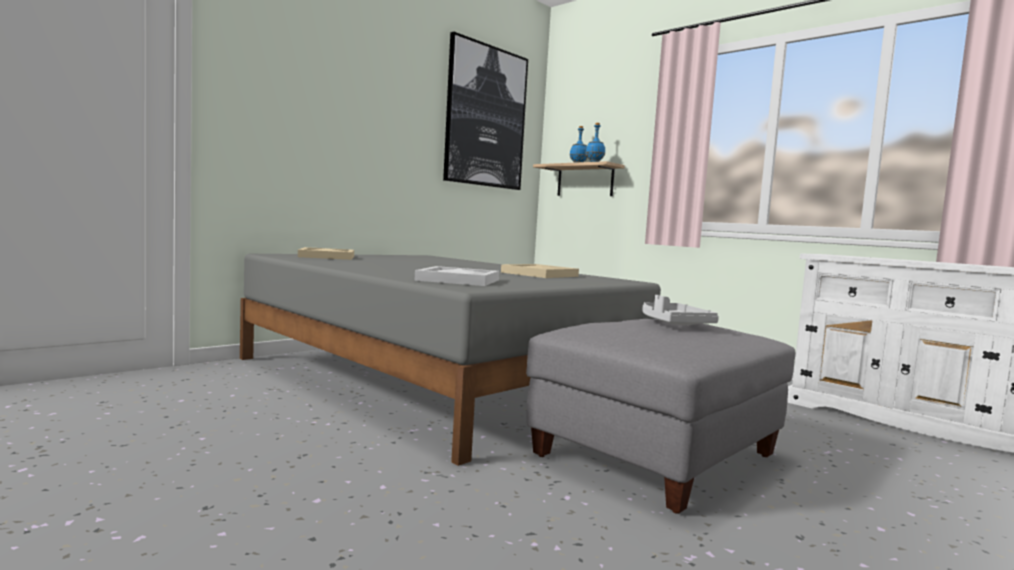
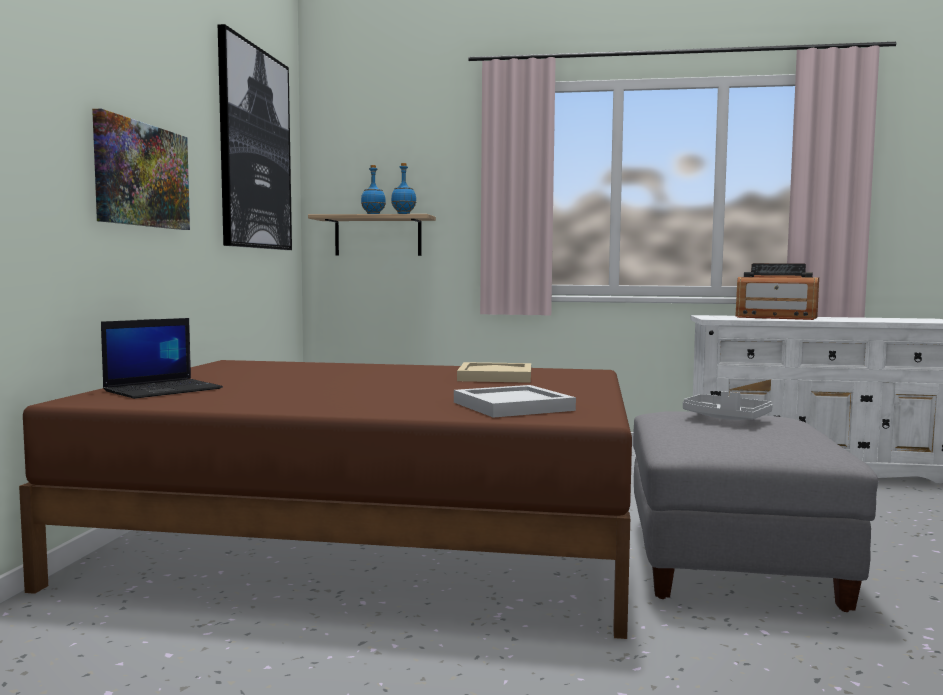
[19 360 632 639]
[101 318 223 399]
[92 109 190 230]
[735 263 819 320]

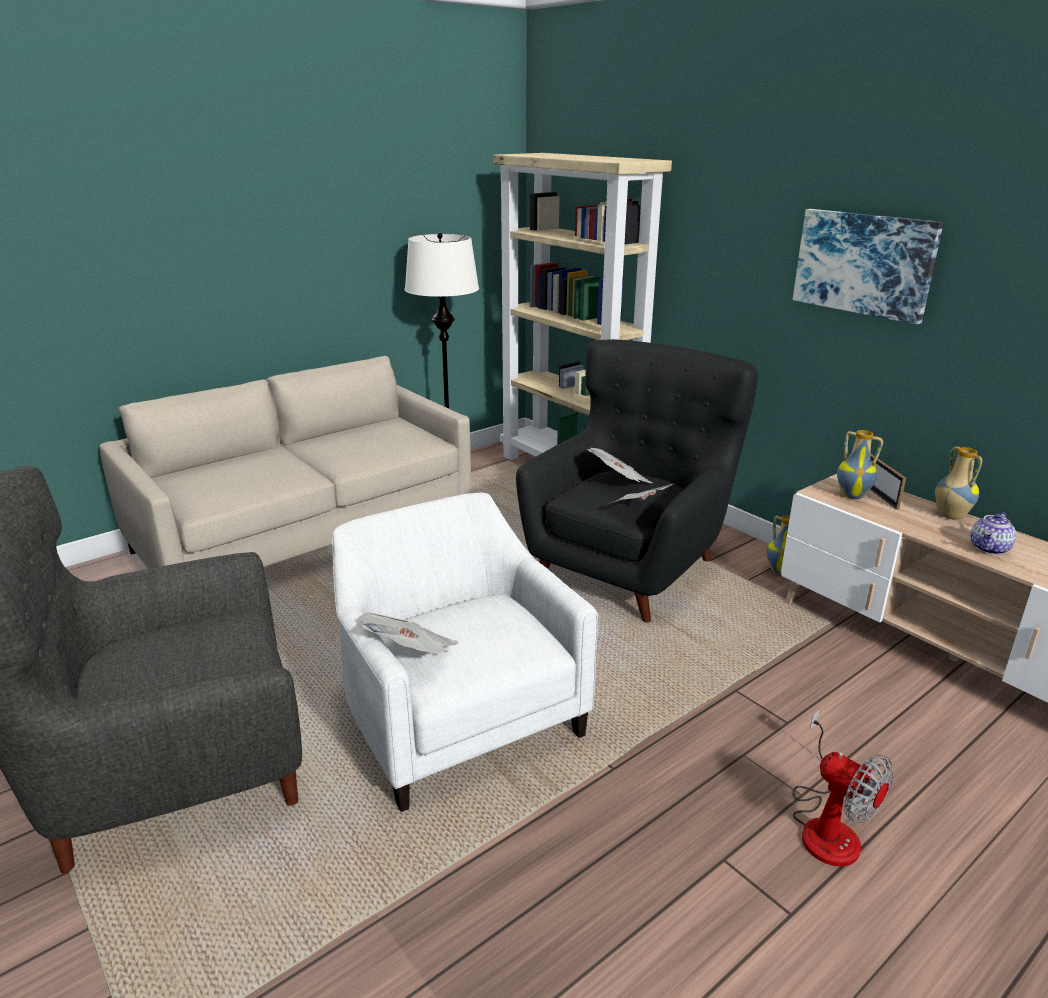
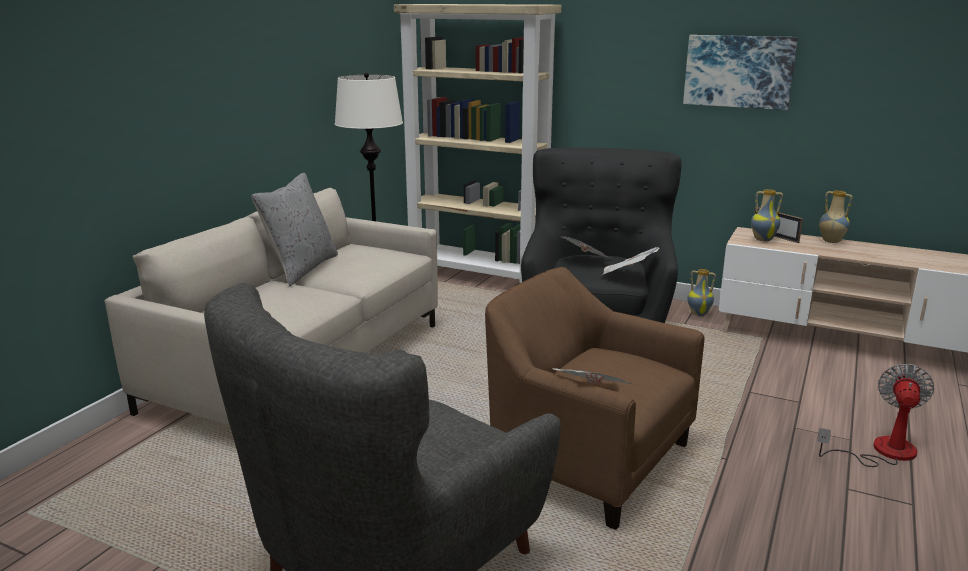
[485 267 705 530]
[817 364 935 467]
[970 512 1017 555] (first image)
[251 173 338 286]

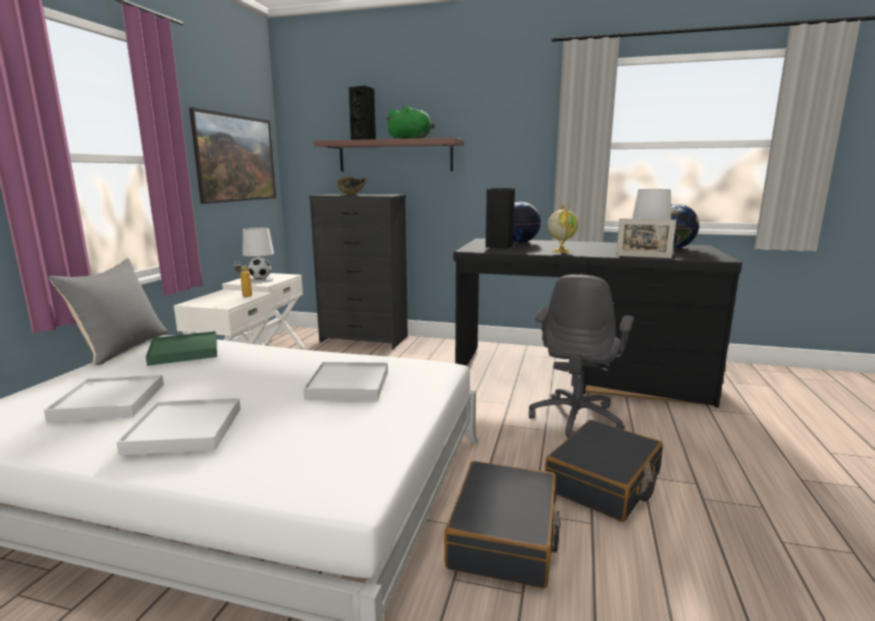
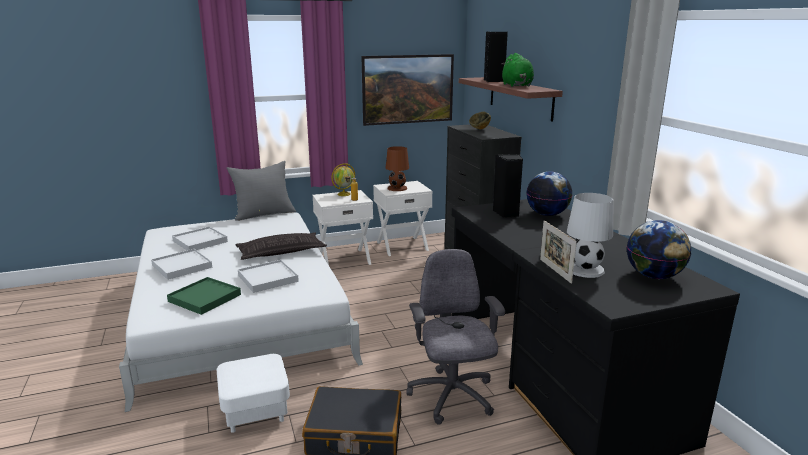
[167 277 241 315]
[386 146 409 191]
[217 354 290 433]
[406 249 505 425]
[331 163 355 196]
[235 232 327 260]

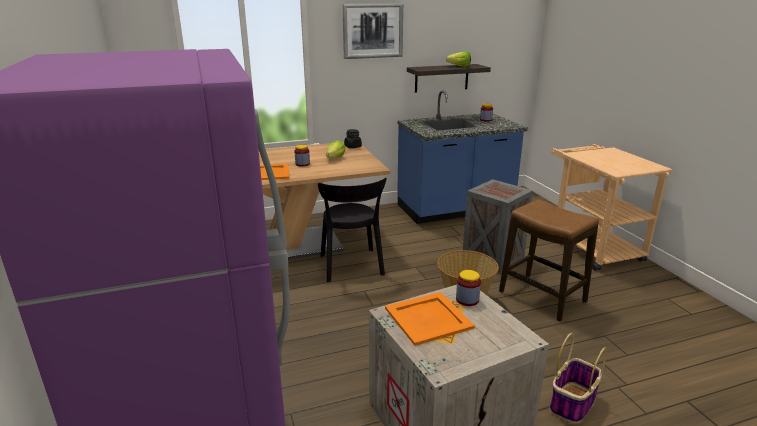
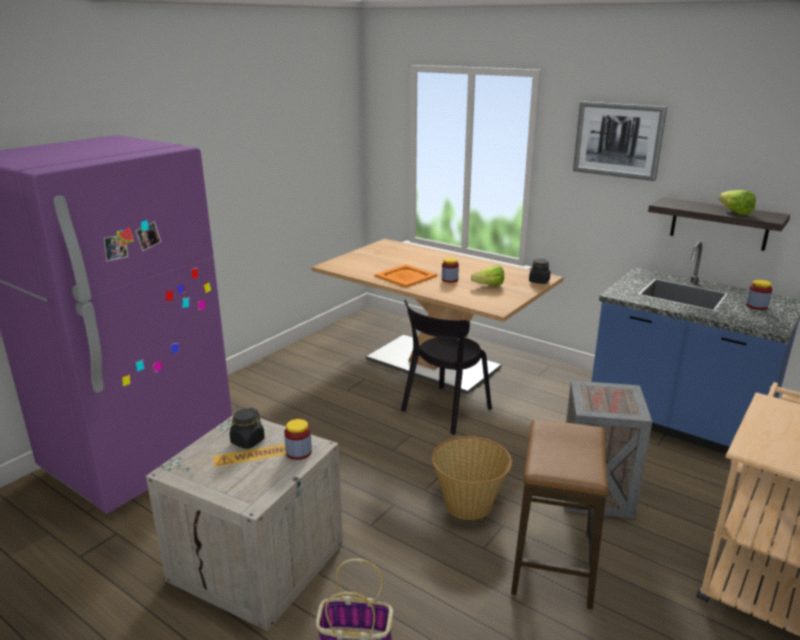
[230 408 265 449]

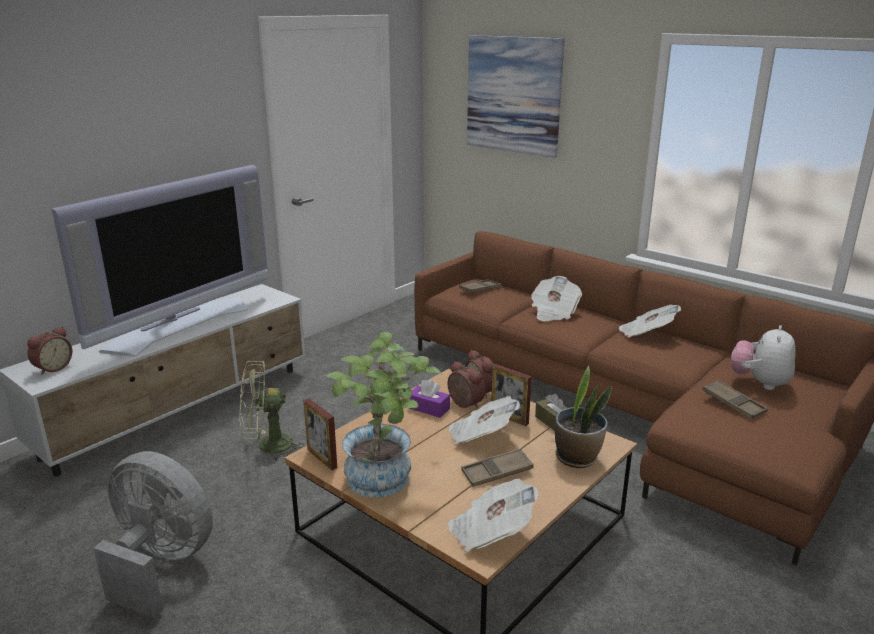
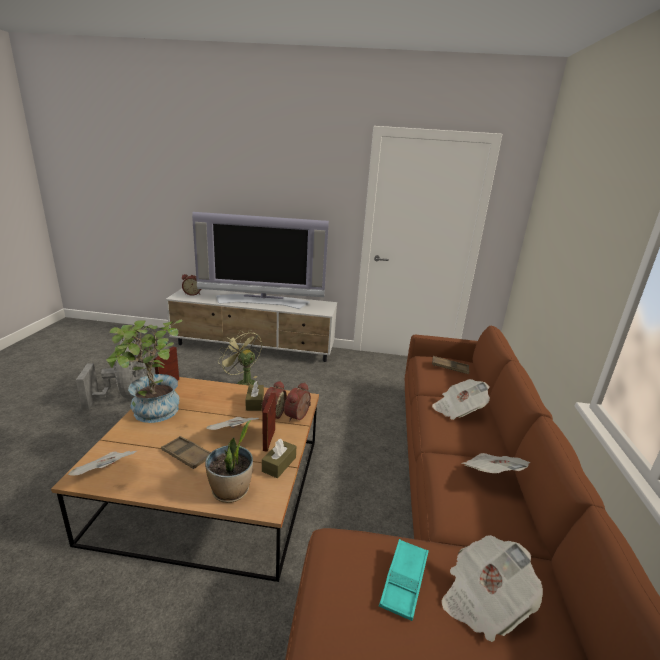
[246 381 264 411]
[467 35 565 158] (first image)
[379 539 429 621]
[441 535 543 642]

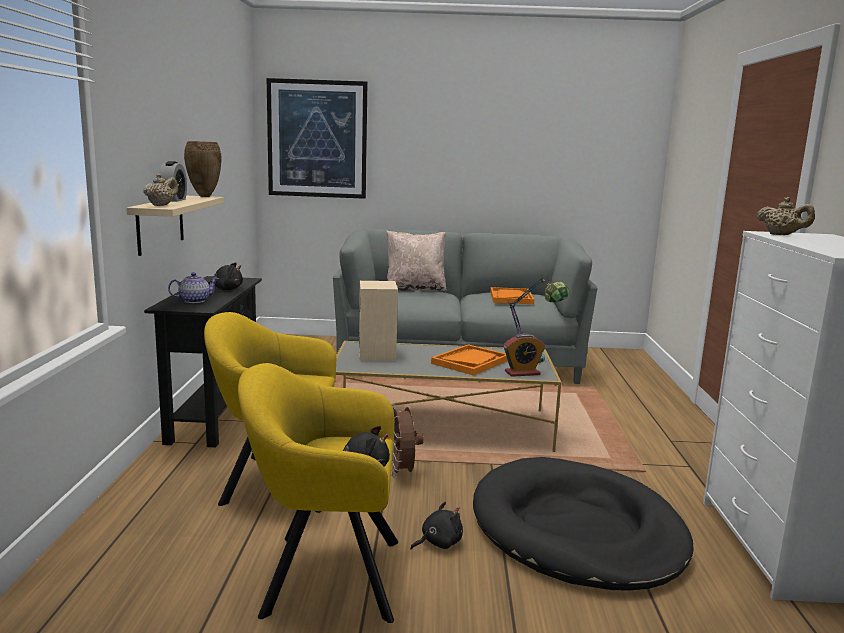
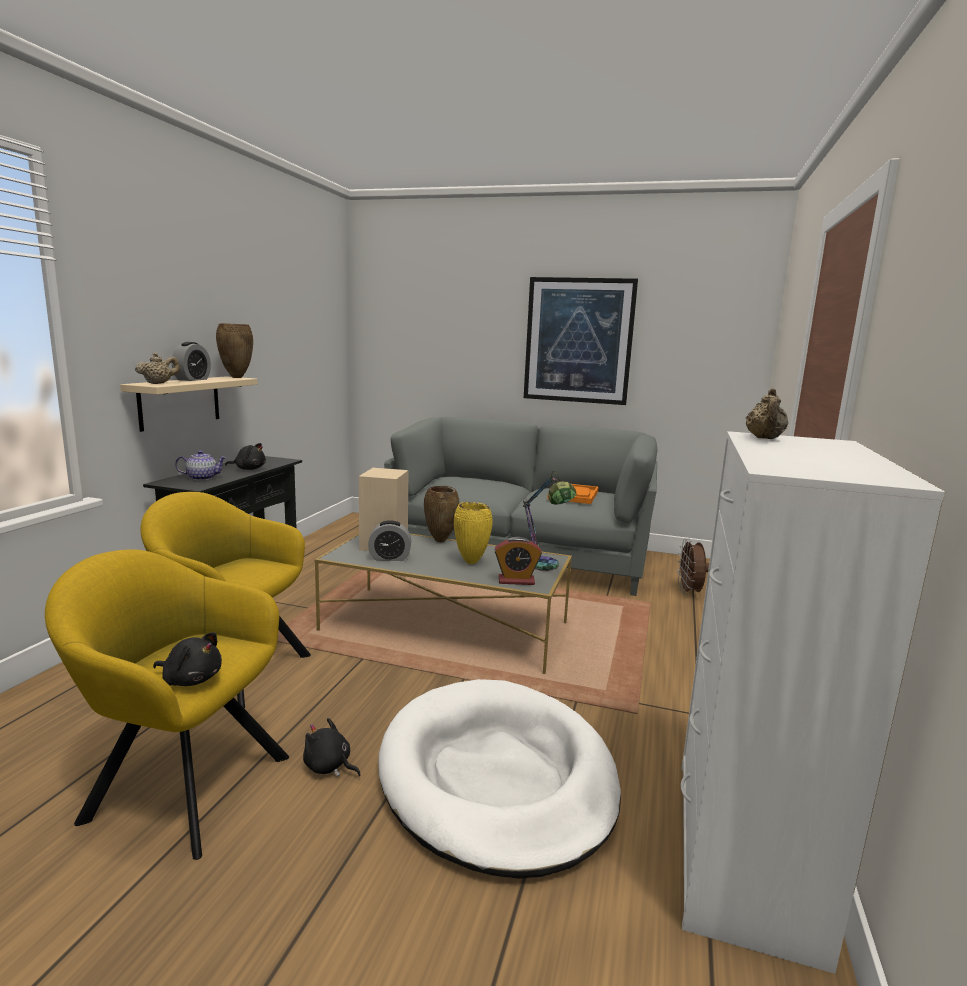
[524 277 638 405]
[386 231 447 292] (first image)
[677 538 709 595]
[303 718 361 777]
[454 502 493 564]
[378 679 621 879]
[746 388 788 439]
[368 520 411 561]
[424 486 459 542]

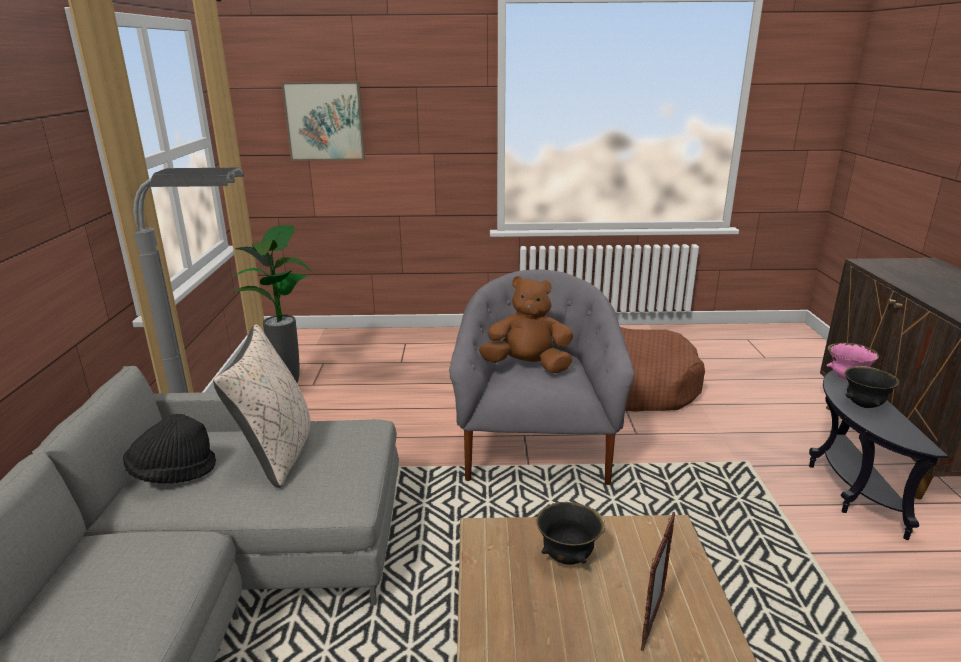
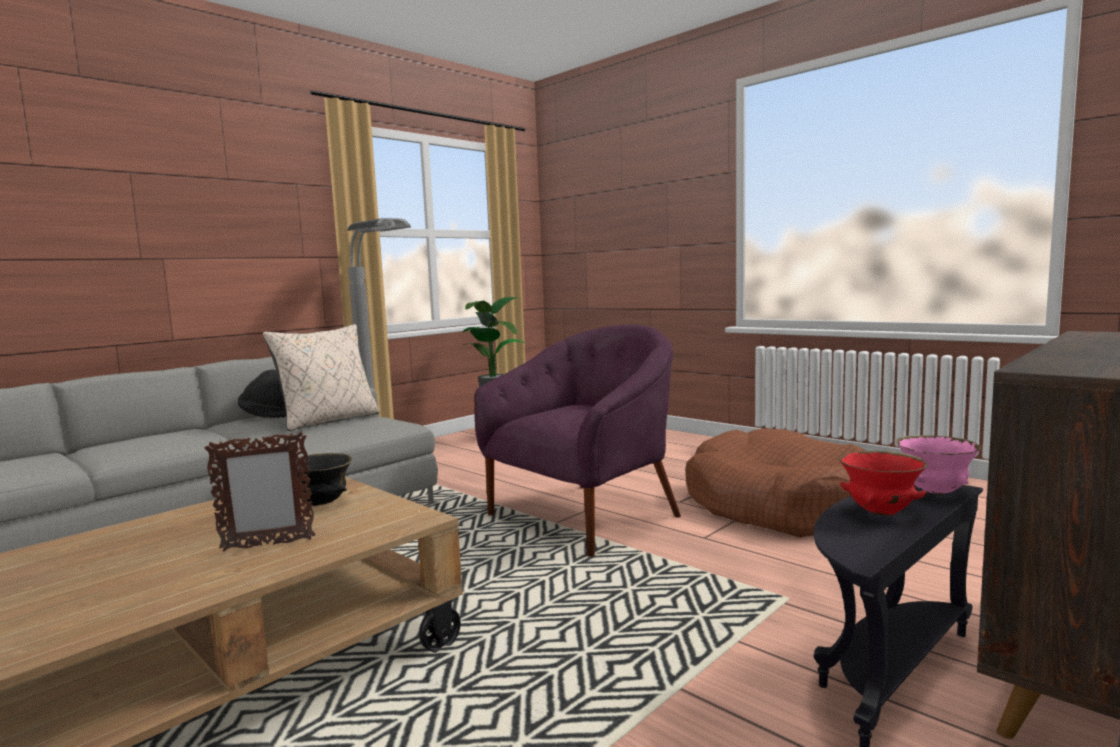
[281 81 365 161] (first image)
[474 324 681 557]
[479 276 573 373] (first image)
[839 451 927 516]

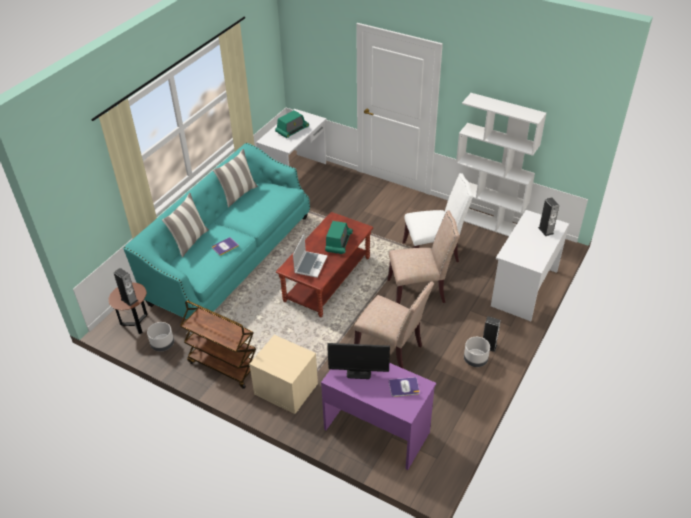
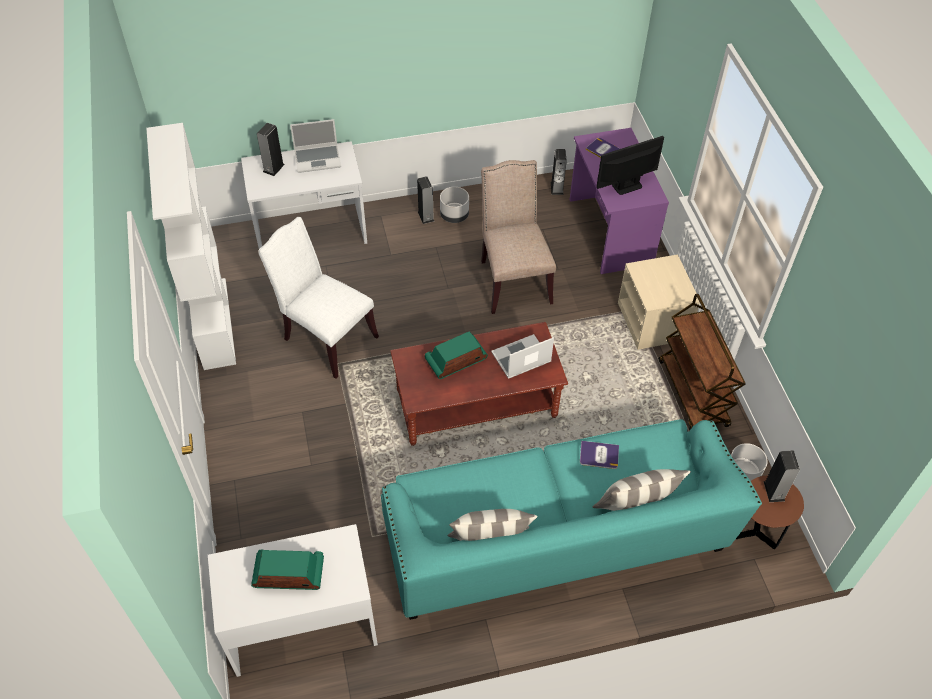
[596 136 664 195]
[387 210 460 304] (first image)
[290 119 341 173]
[551 149 567 195]

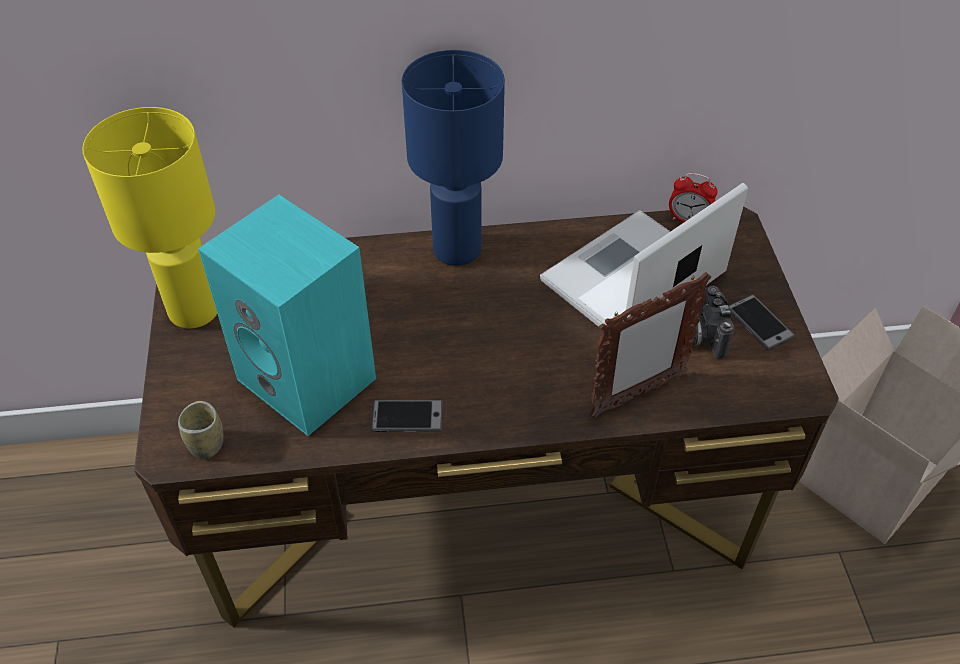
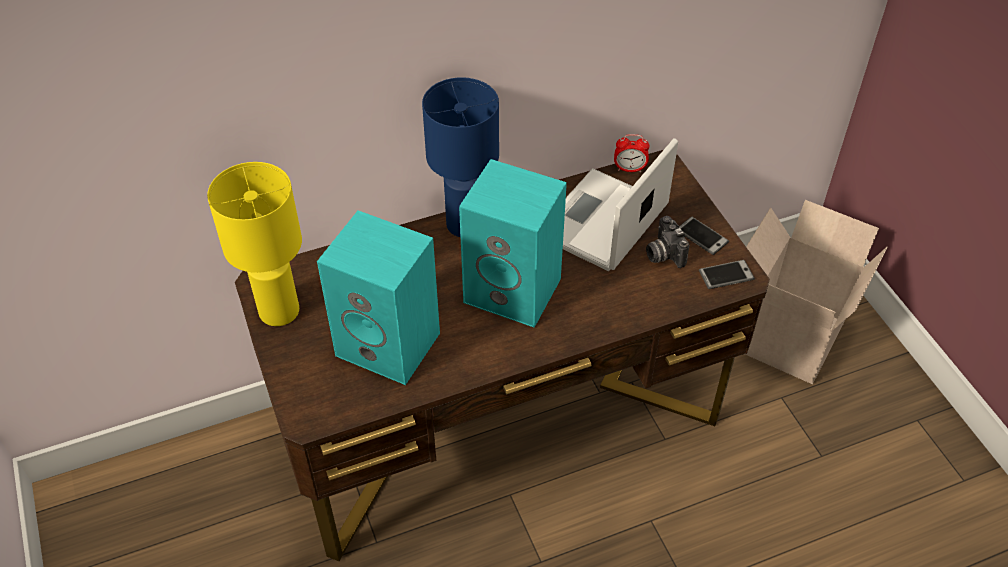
[178 401 224 459] (first image)
[699 260 755 289]
[589 272 711 418] (first image)
[459 159 567 328]

